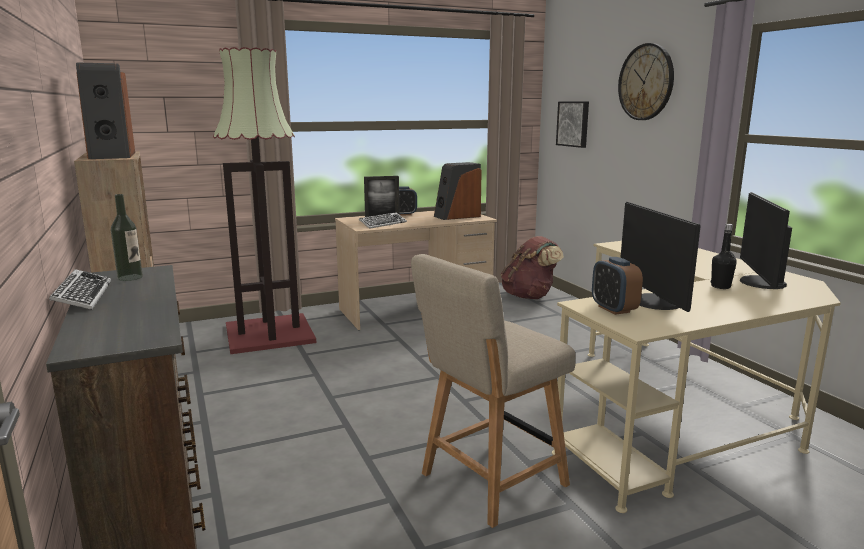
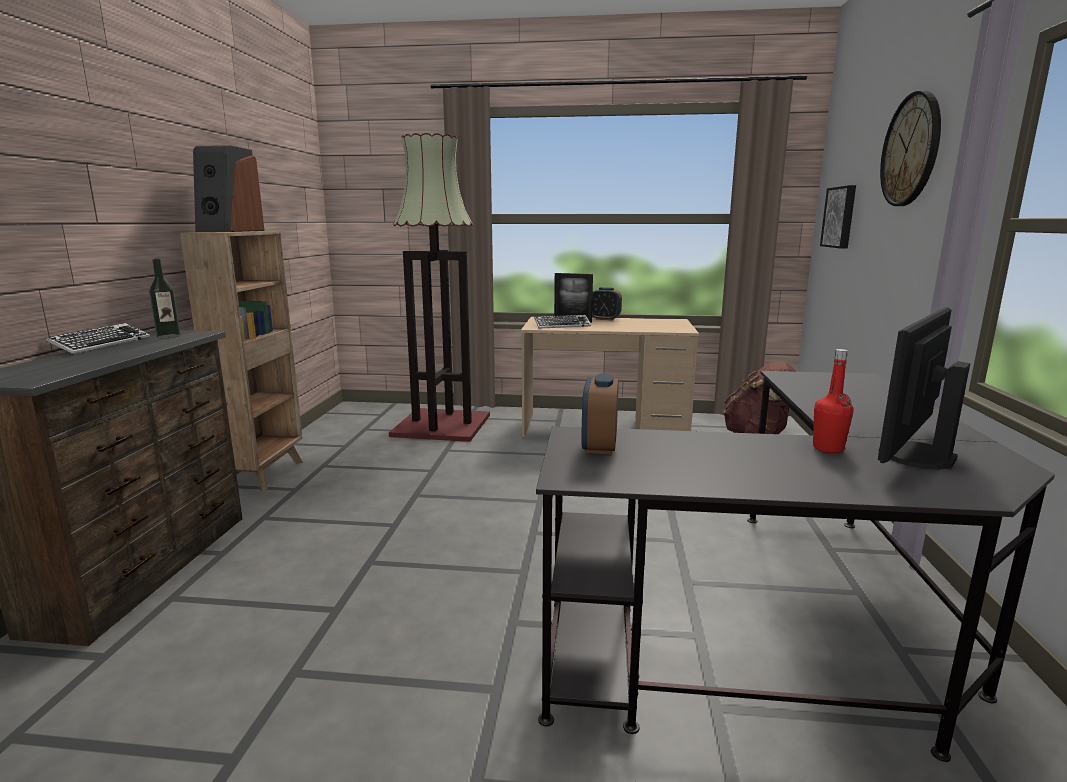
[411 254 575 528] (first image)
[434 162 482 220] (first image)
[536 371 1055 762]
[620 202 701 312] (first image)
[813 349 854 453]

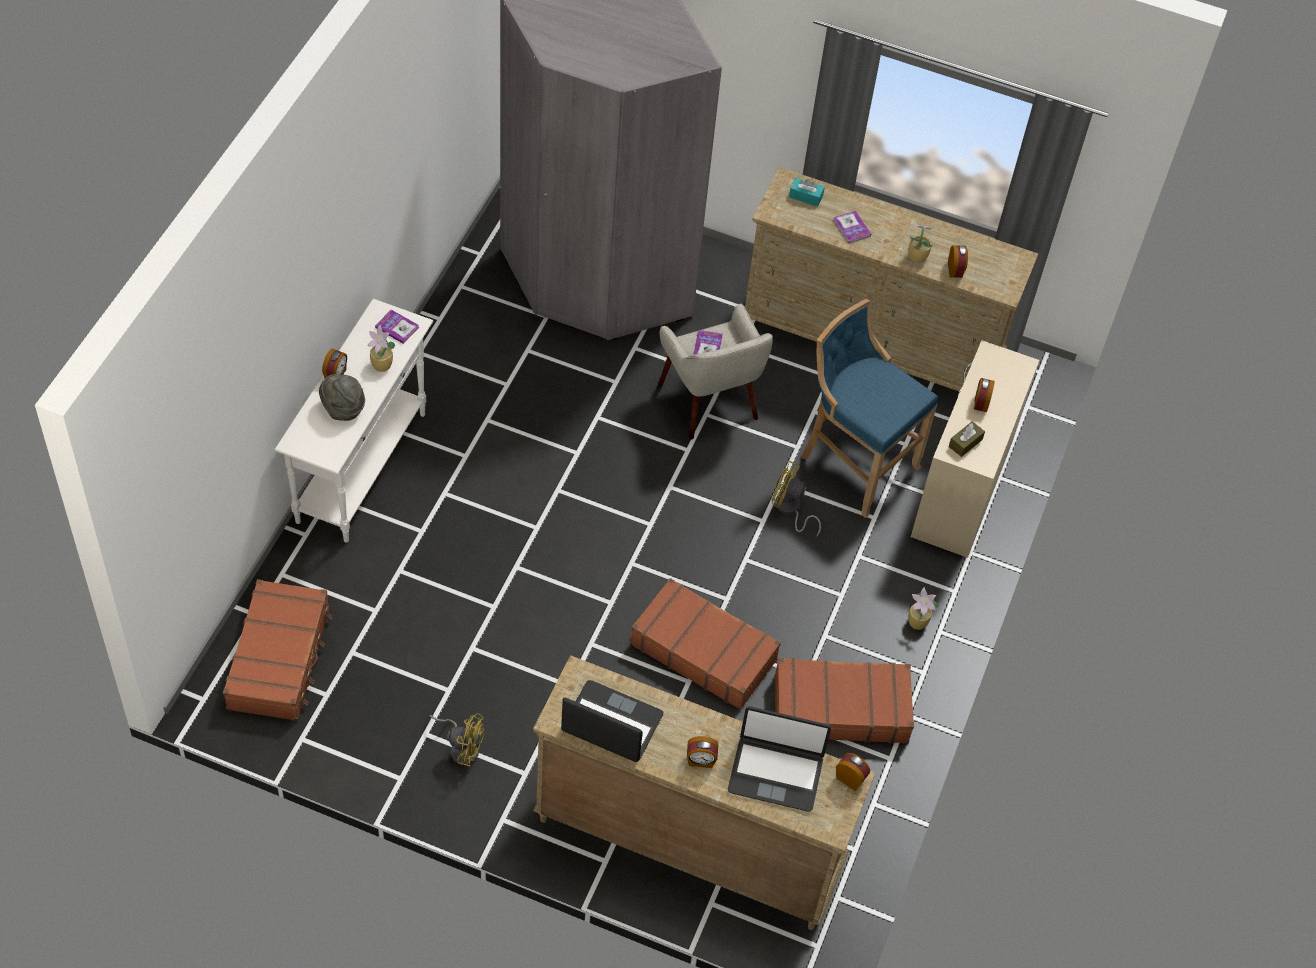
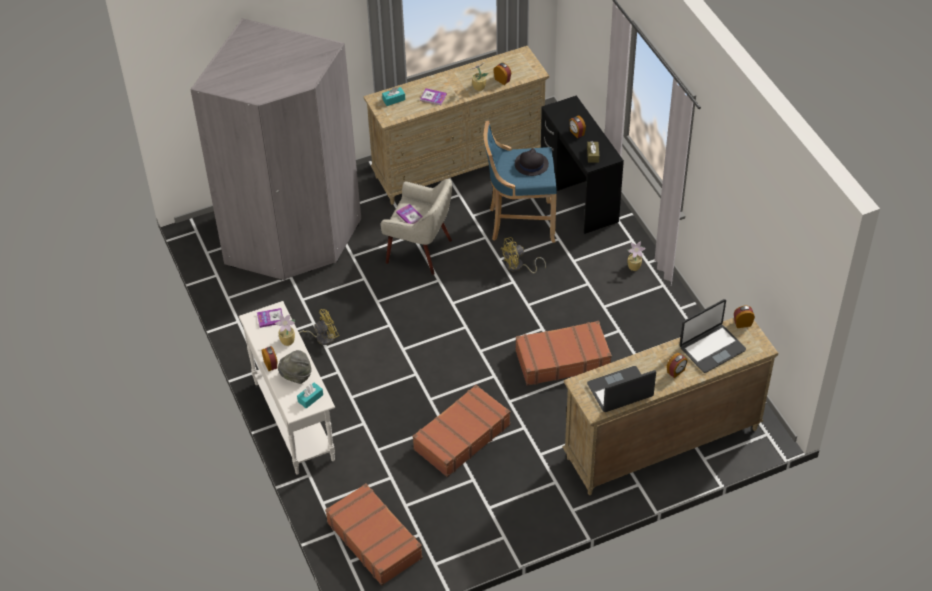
[299 309 339 345]
[413 385 510 477]
[541 95 624 234]
[297 382 323 409]
[515 148 549 176]

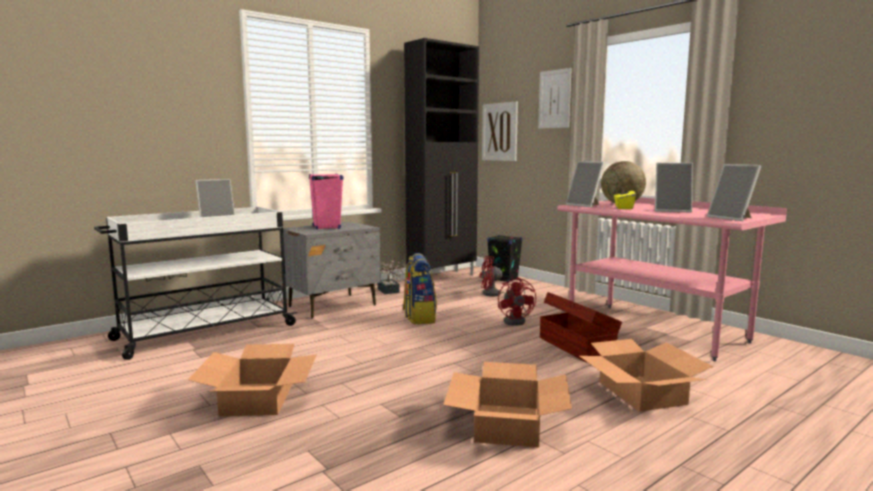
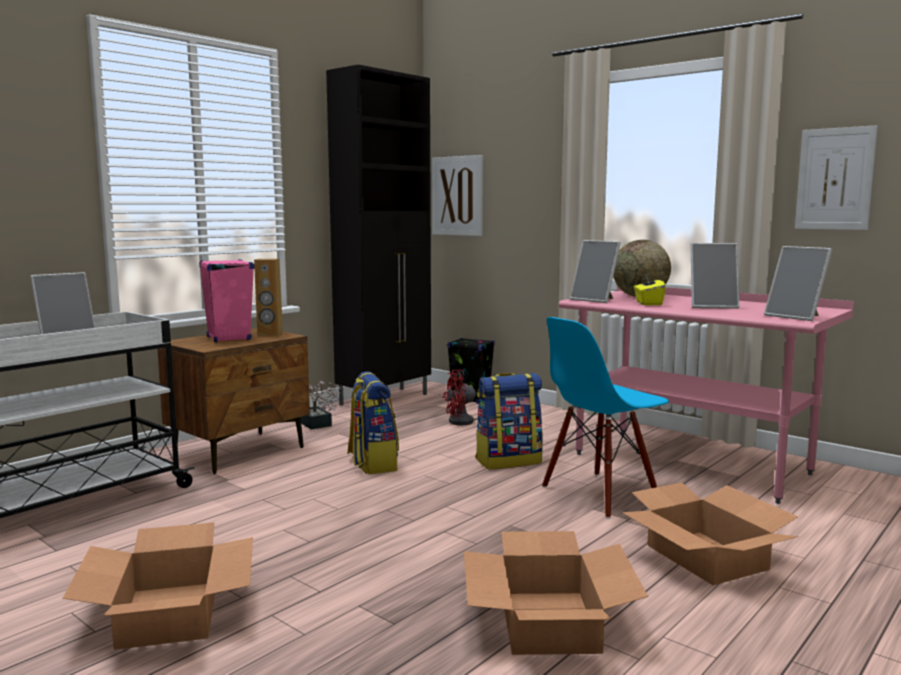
[157 328 310 474]
[475 373 543 469]
[795 125 878 230]
[542 317 669 519]
[254 258 283 336]

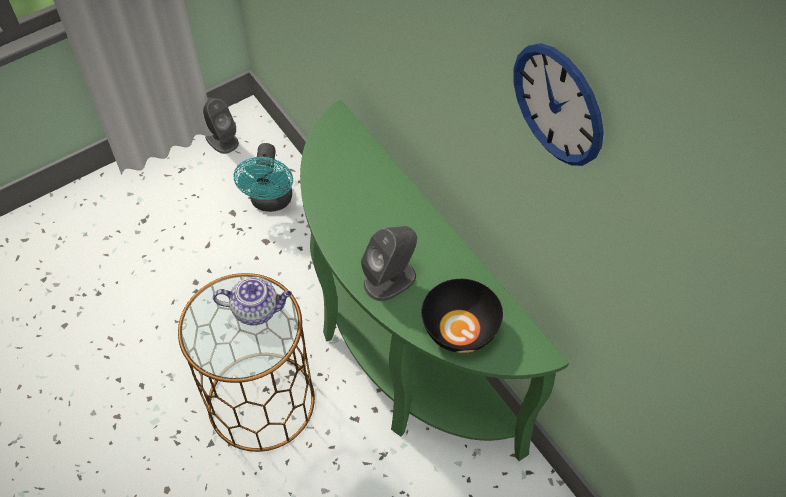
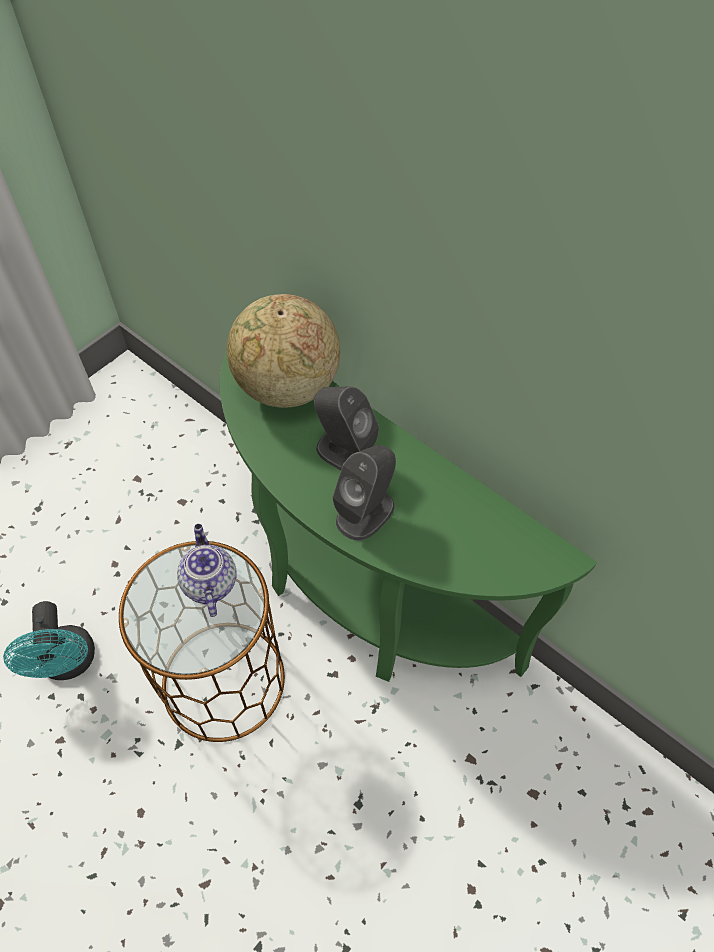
[314 387 379 470]
[177 524 237 617]
[3 601 95 680]
[422 279 503 353] (first image)
[513 43 604 166] (first image)
[227 294 340 408]

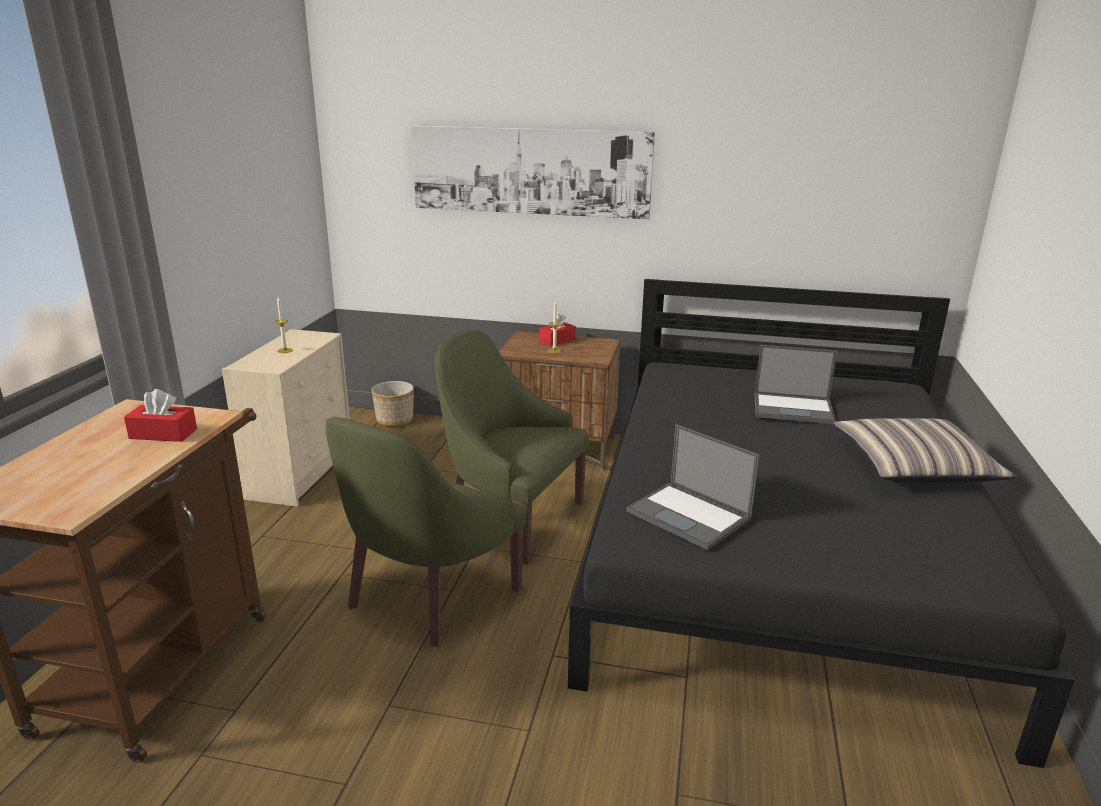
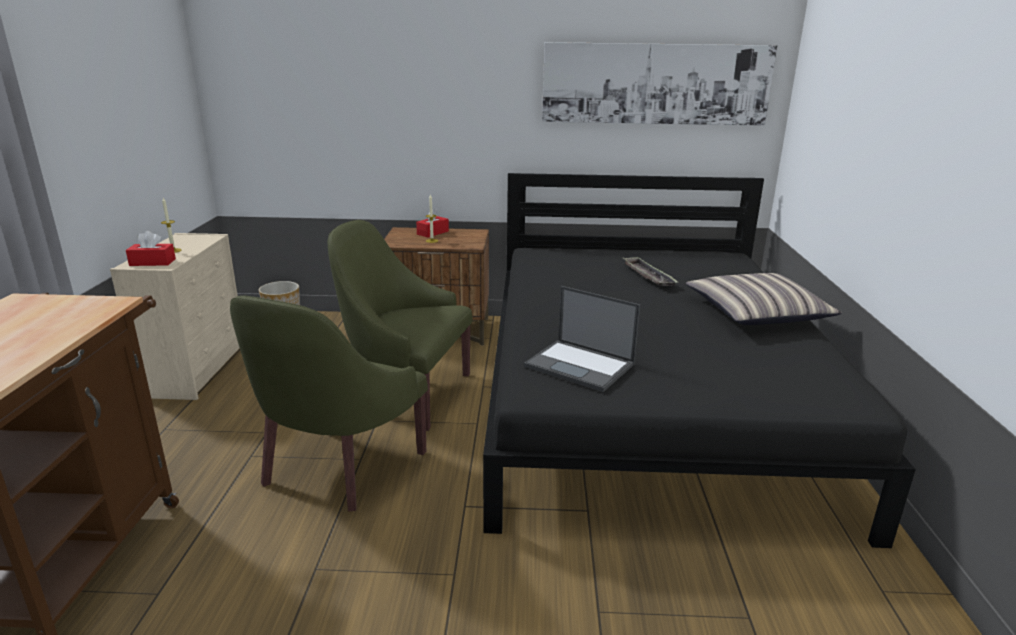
[126 231 176 266]
[542 42 777 126]
[623 257 679 286]

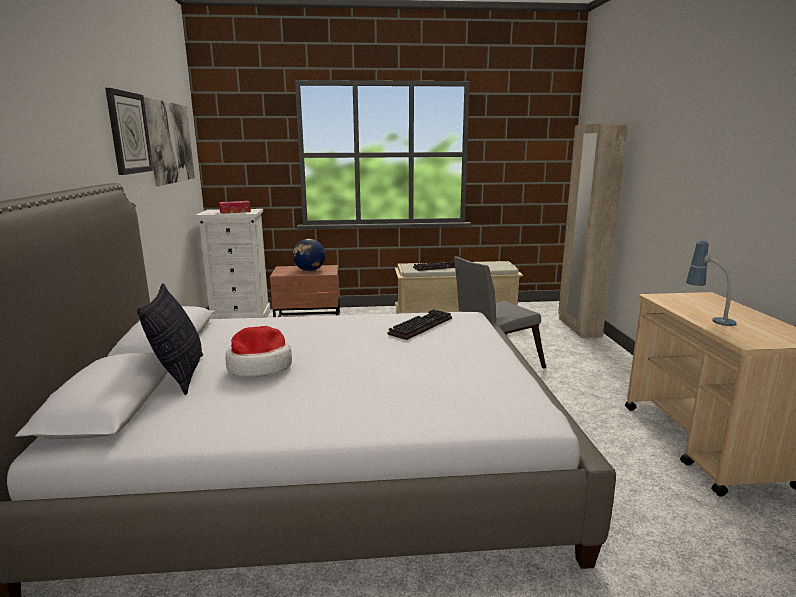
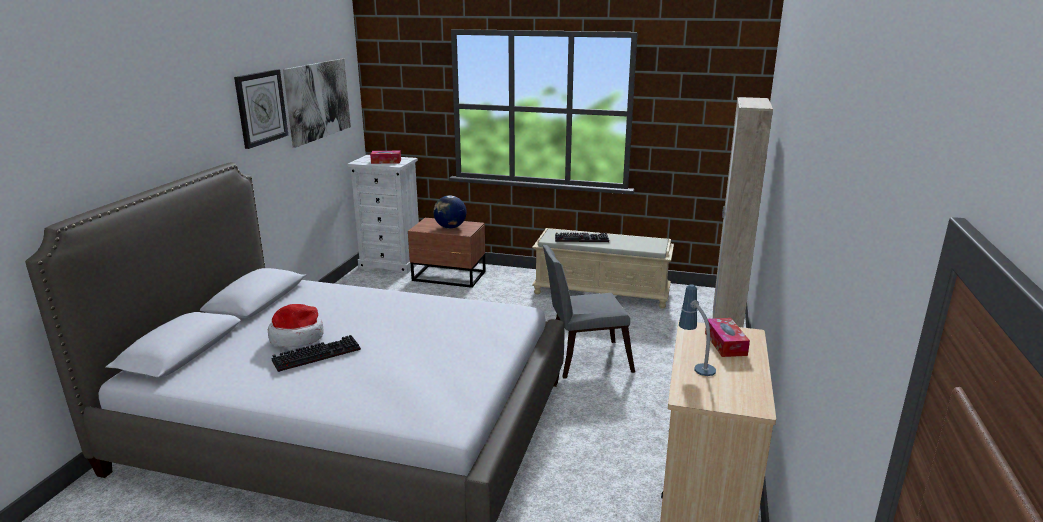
[137 283 203 395] (first image)
[272 335 361 372]
[705 318 750 357]

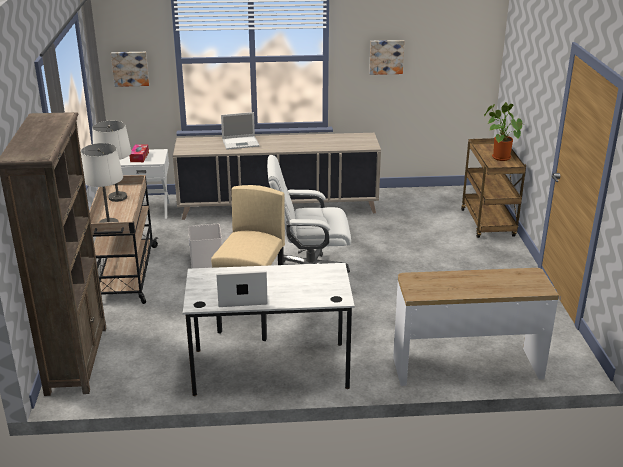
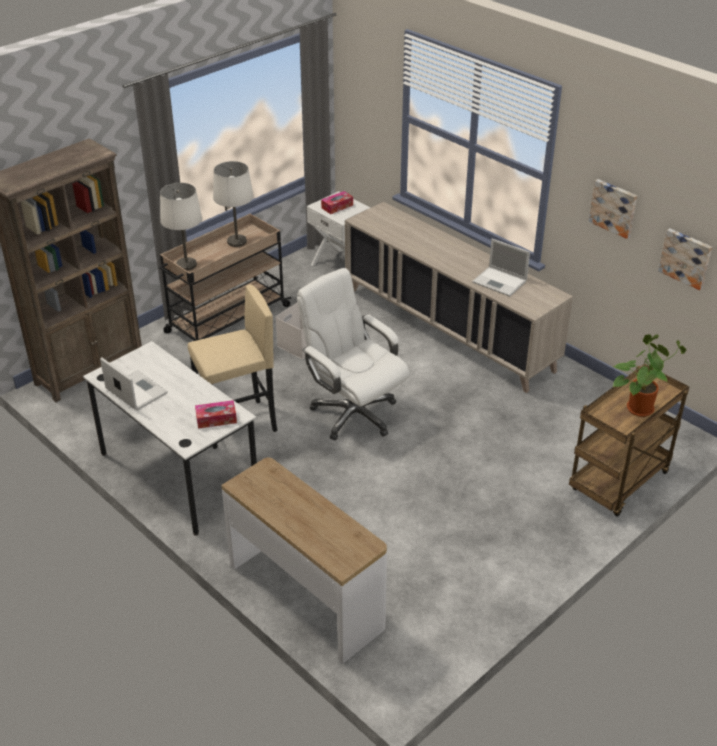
[658 228 712 290]
[472 239 530 297]
[195 400 237 429]

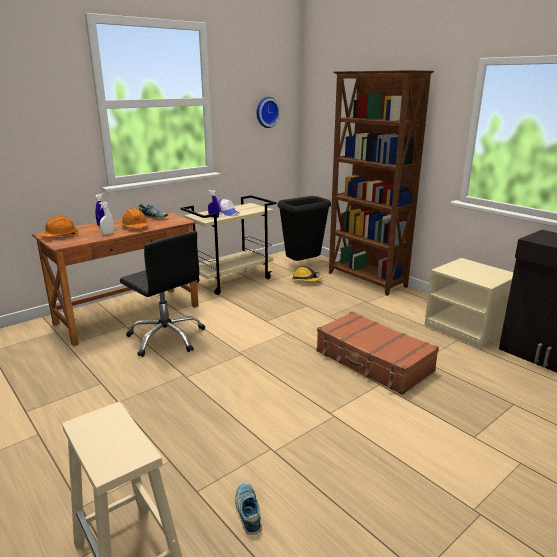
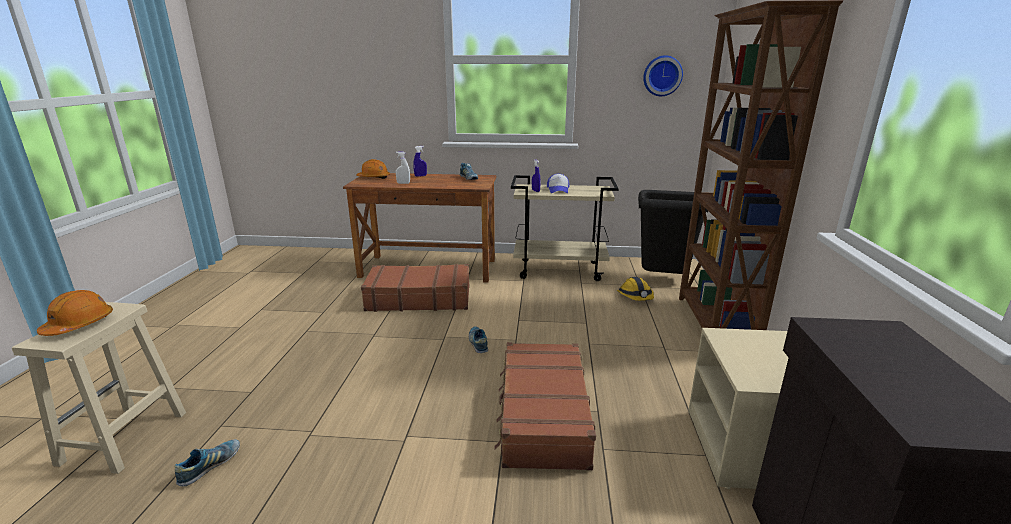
[361 264 469 312]
[37 290 113 336]
[469 326 488 353]

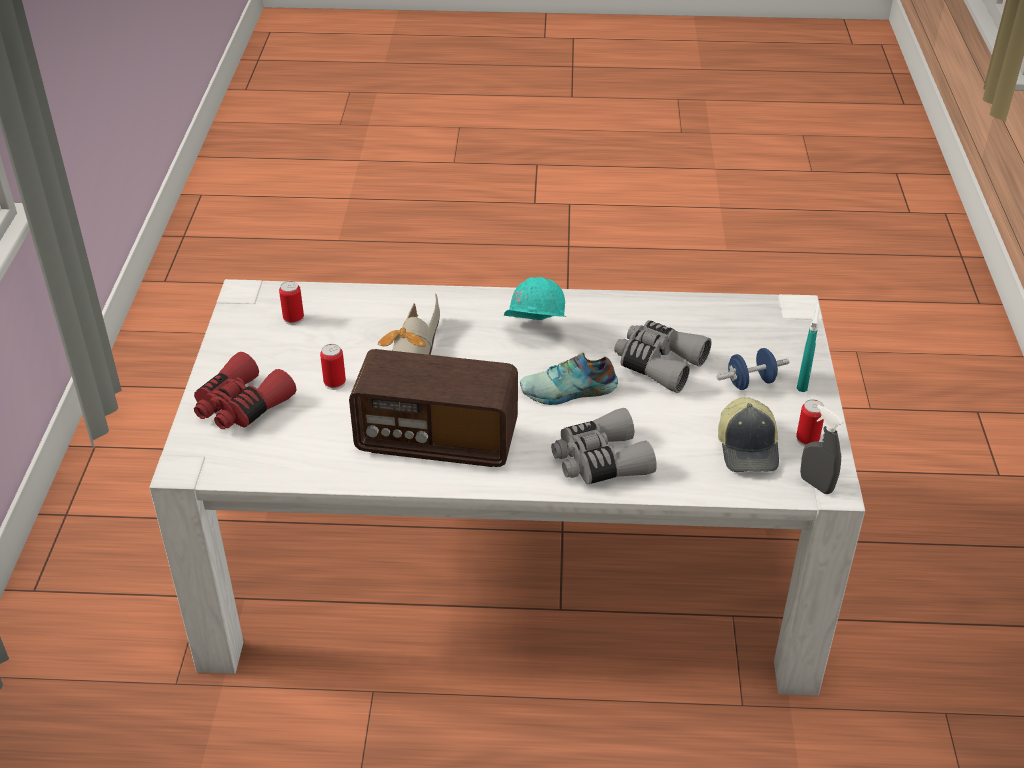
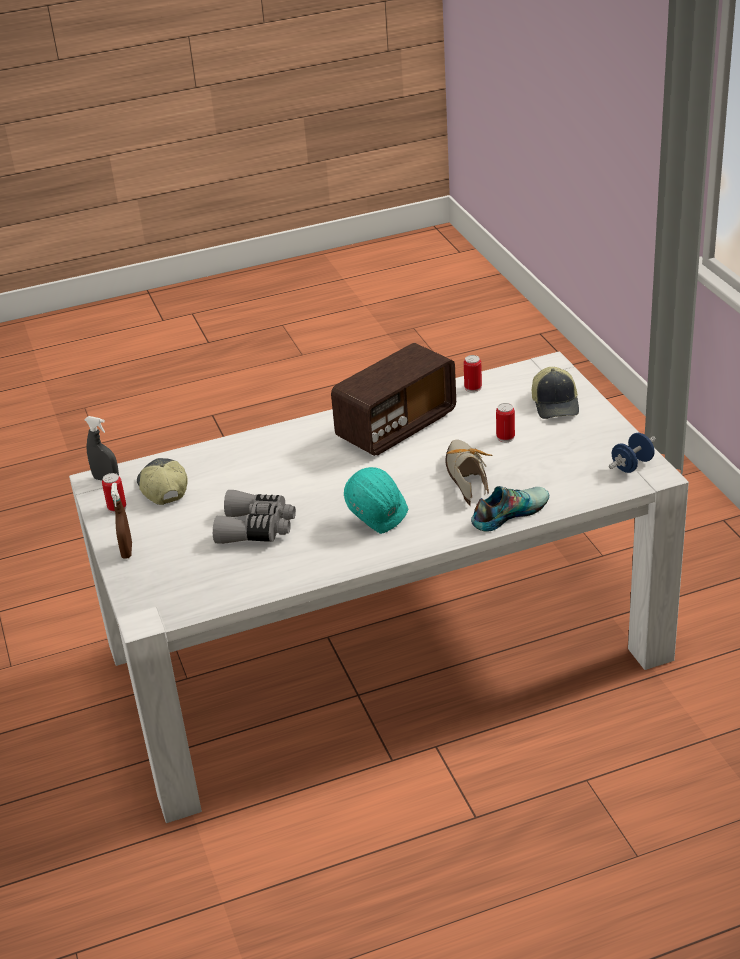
[532 367 579 419]
[464 355 482 393]
[331 343 456 456]
[471 486 549 532]
[551 408 657 485] (first image)
[609 433 656 473]
[111 483 132 559]

